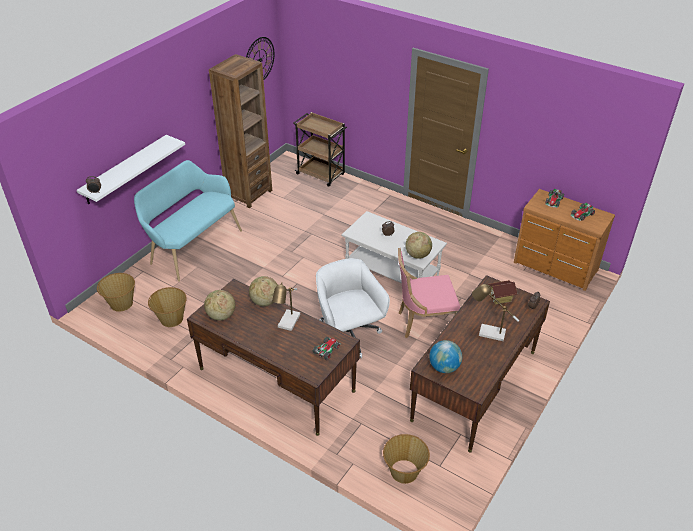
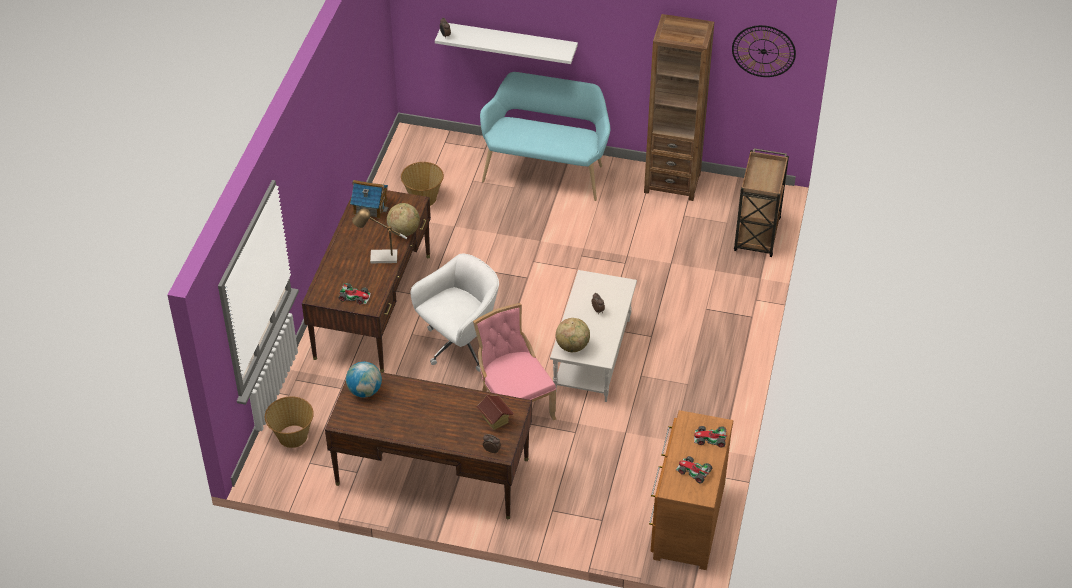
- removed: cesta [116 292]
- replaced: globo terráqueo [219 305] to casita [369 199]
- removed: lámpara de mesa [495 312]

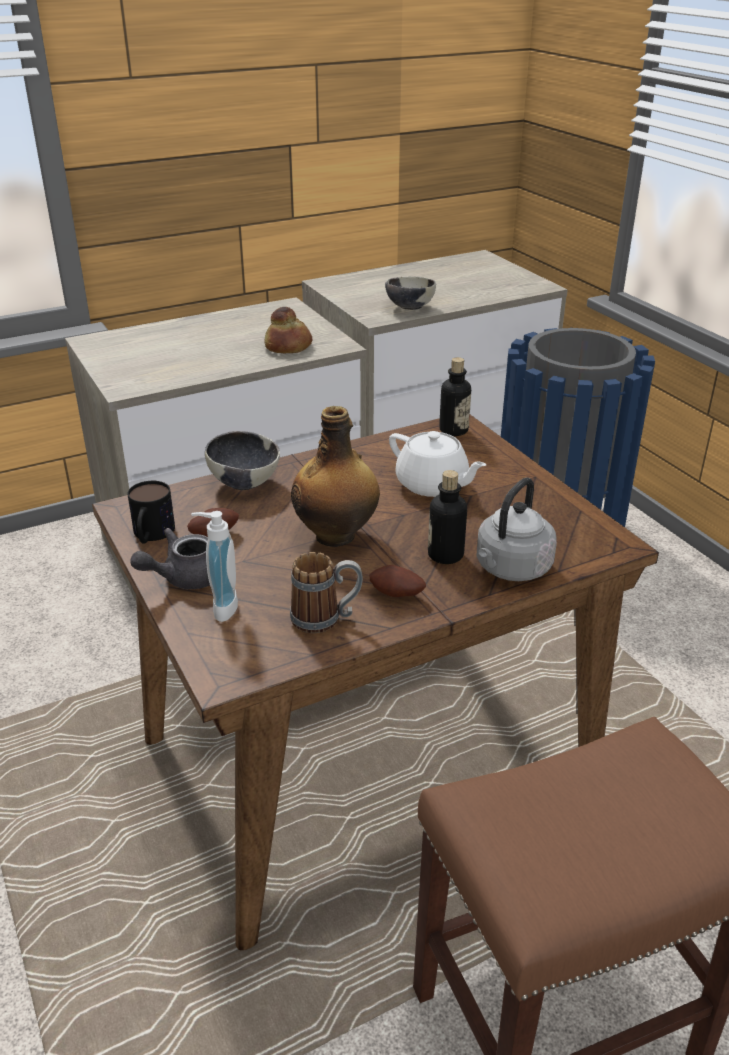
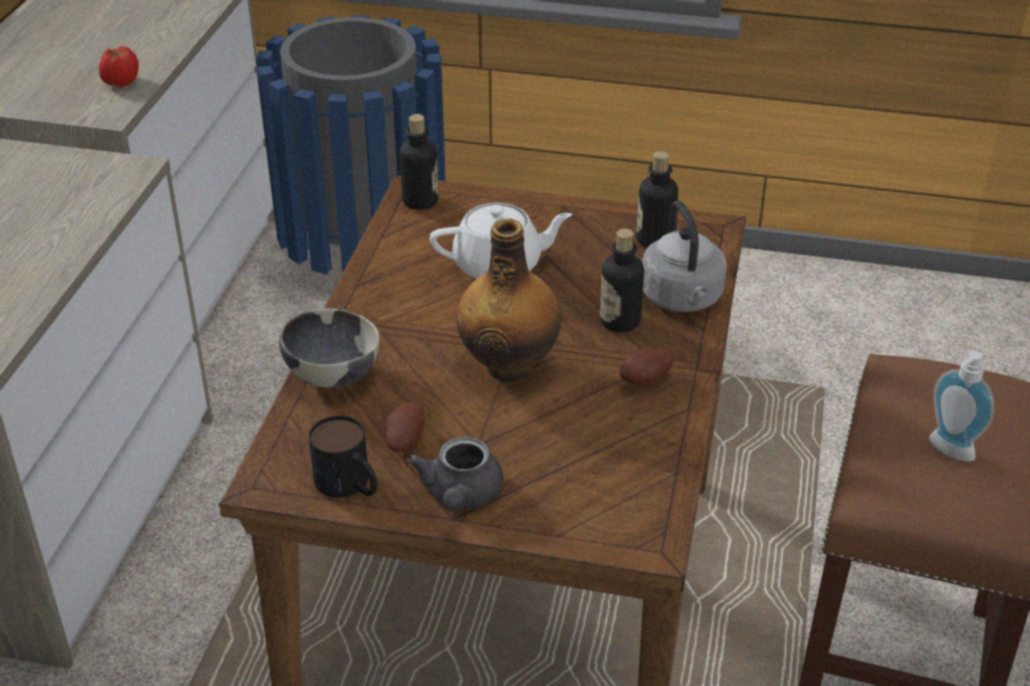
- moved: dispensador de jabón [214 566] to [961 406]
- removed: pan [288 330]
- removed: taza grande [326 592]
- replaced: cuenco [410 293] to tomate [119 66]
- added: botella [657 199]

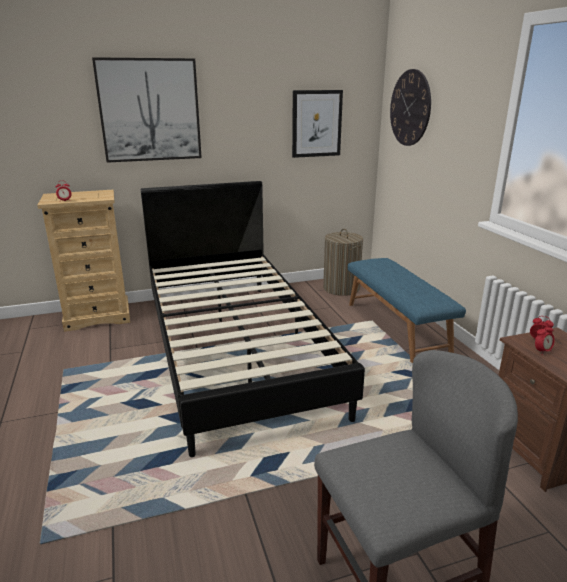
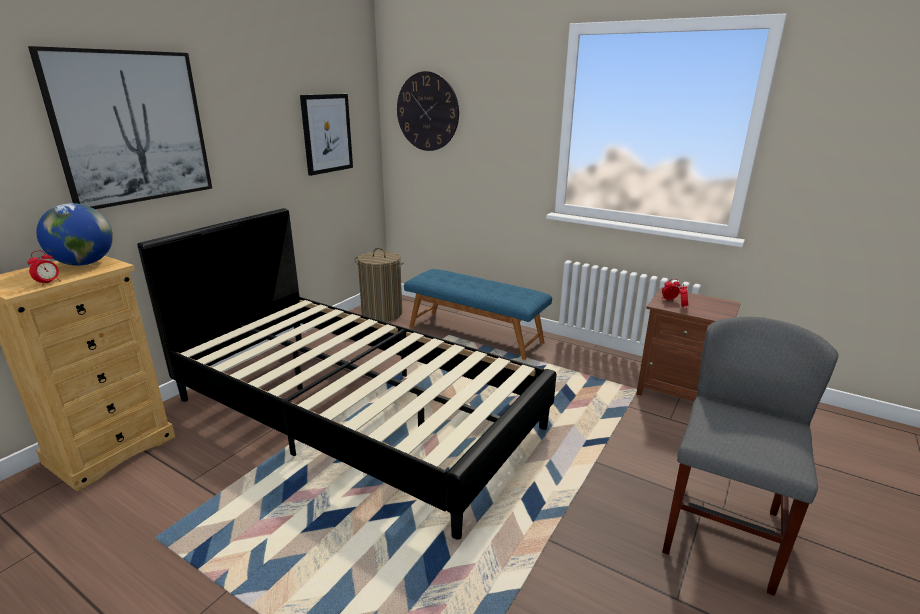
- added: globo terráqueo [74 234]

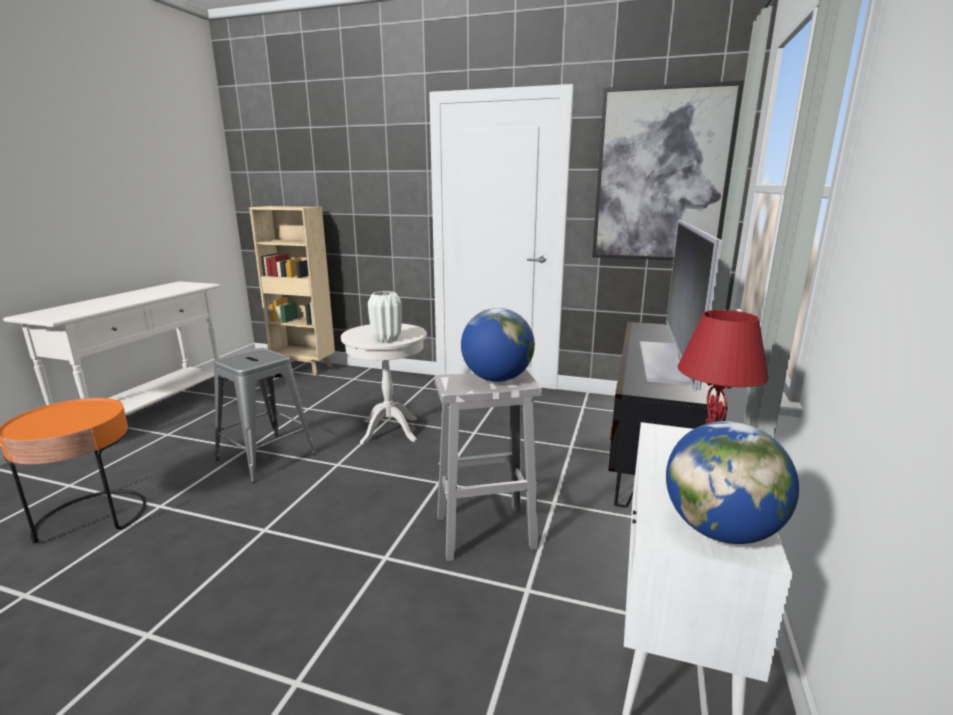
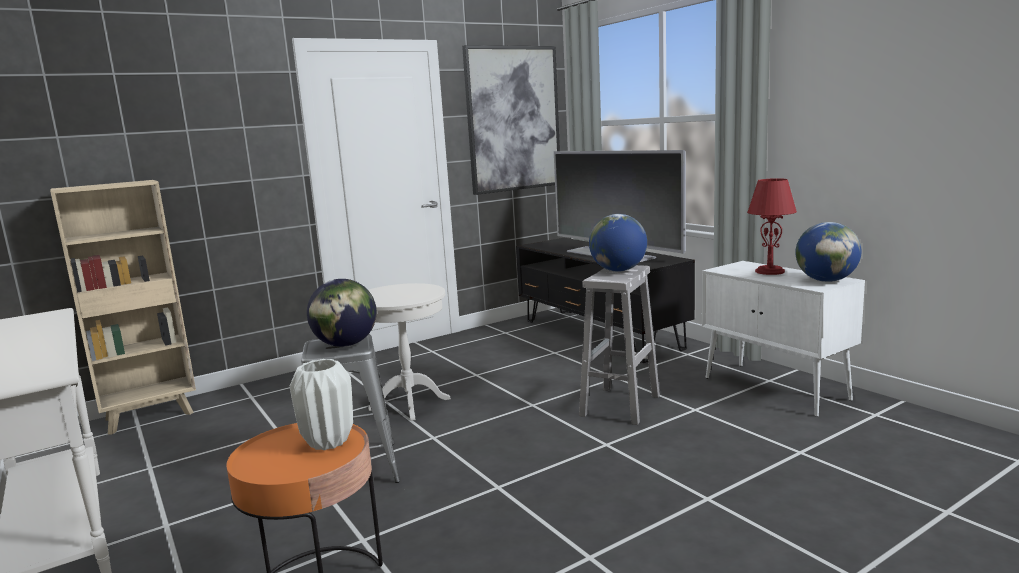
- moved: florero [blanco] [385 317] to [321 404]
- added: globo terráqueo [342 313]

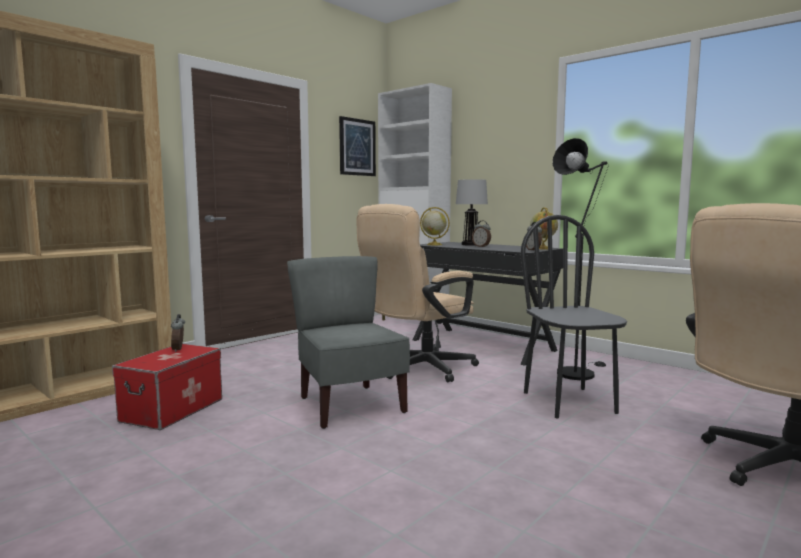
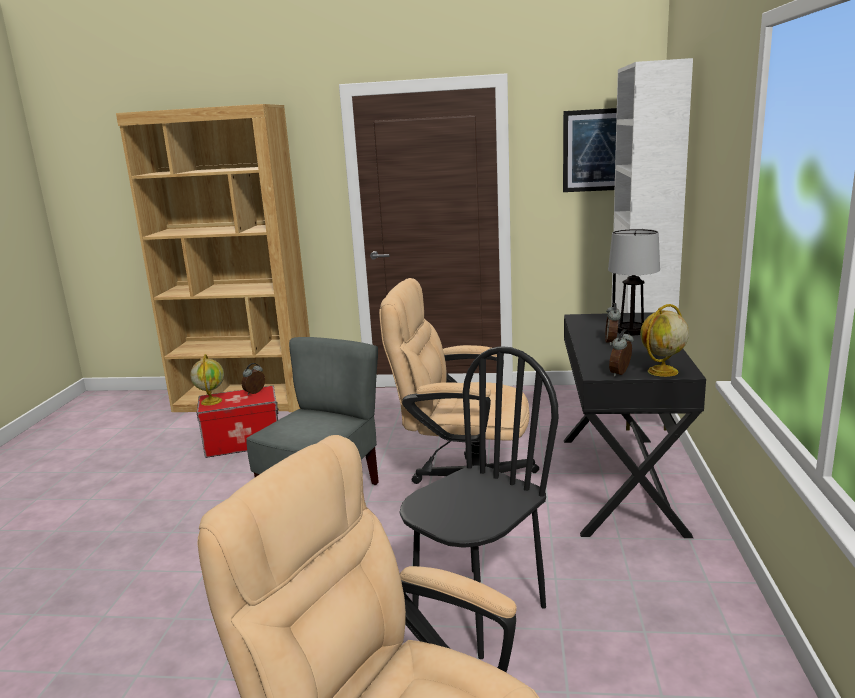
- moved: globo terráqueo [435 226] to [207 380]
- removed: lámpara de pie [negro] [581 259]

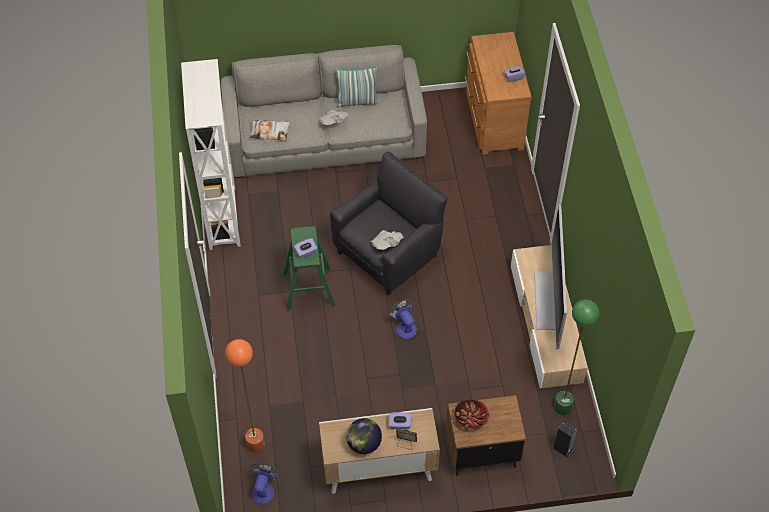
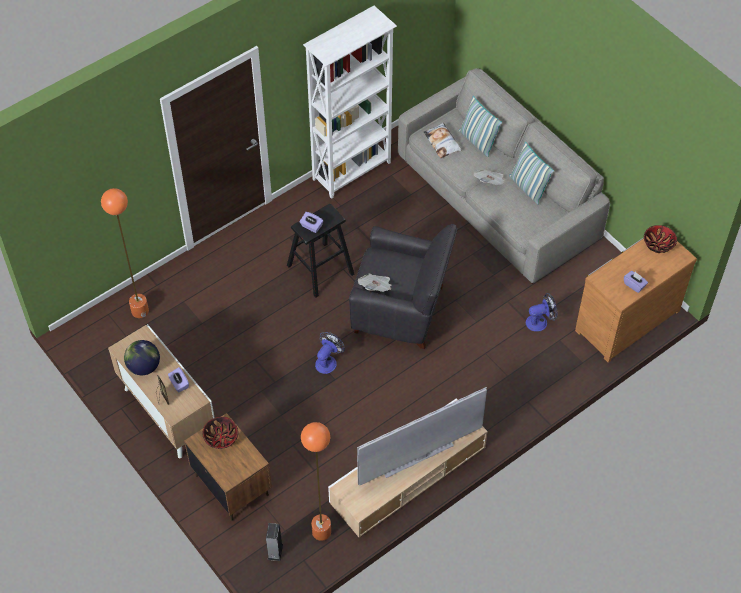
- moved: ventilador [265 483] to [542 312]
- recoloured: taburete [verde] [309 268] to taburete [negro] [320 251]
- recoloured: lámpara de pie [verde] [576 357] to lámpara de pie [naranja] [316 481]
- added: cojín [480 126]
- added: cuenco [660 239]

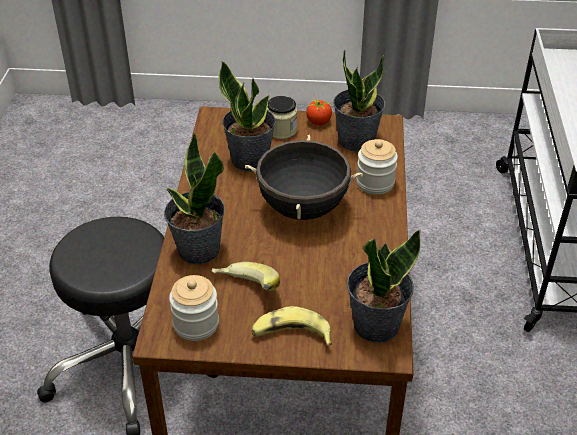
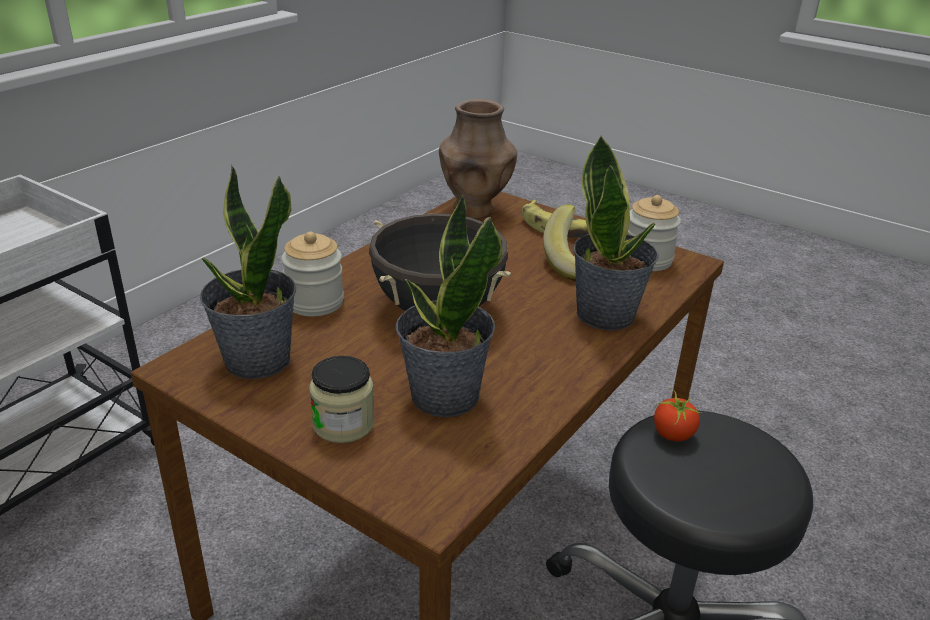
- moved: tomate [319 112] to [678 415]
- replaced: planta en maceta [384 286] to florero [marrón] [478 159]

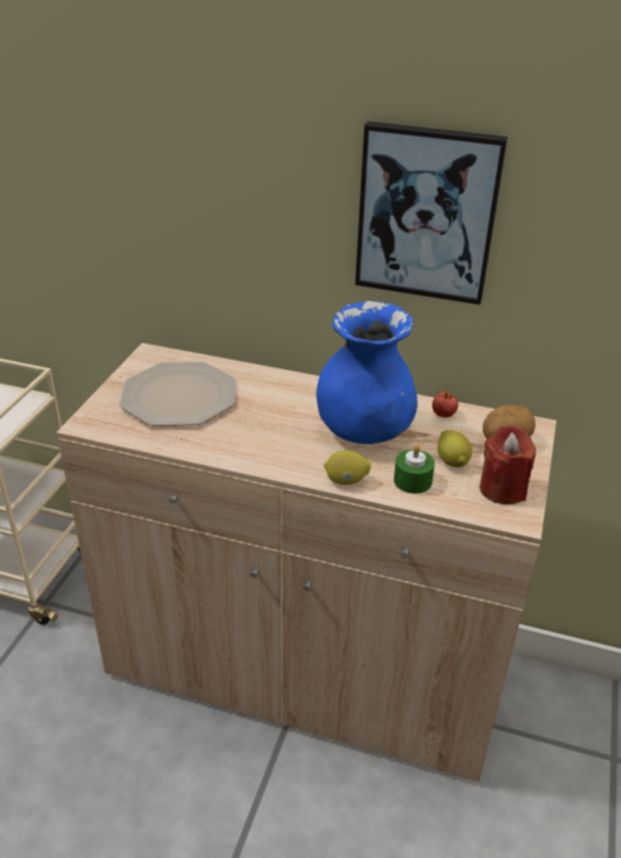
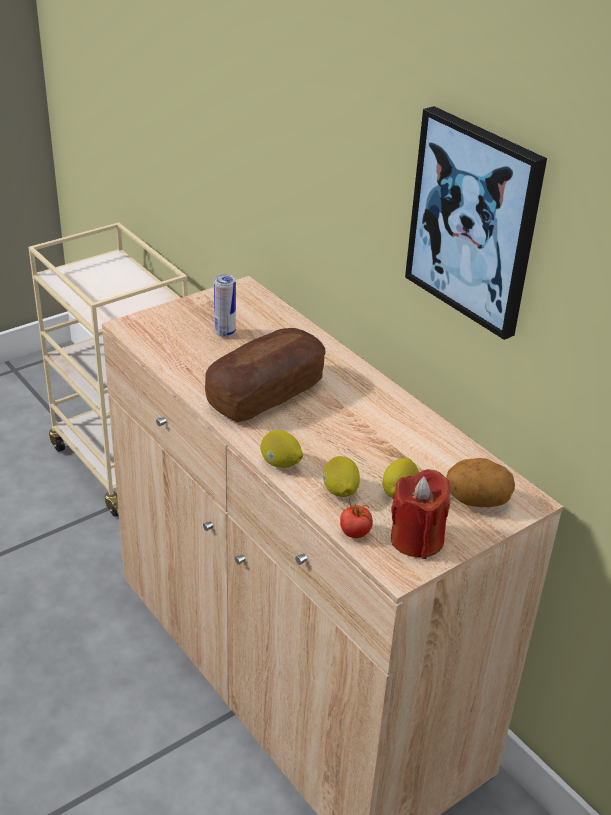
- replaced: plato [178 394] to lata [225 306]
- removed: florero [azul] [367 372]
- replaced: vela [verde] [414 469] to limón [341 476]
- moved: tomate [445 403] to [356 518]
- added: pan [265 375]

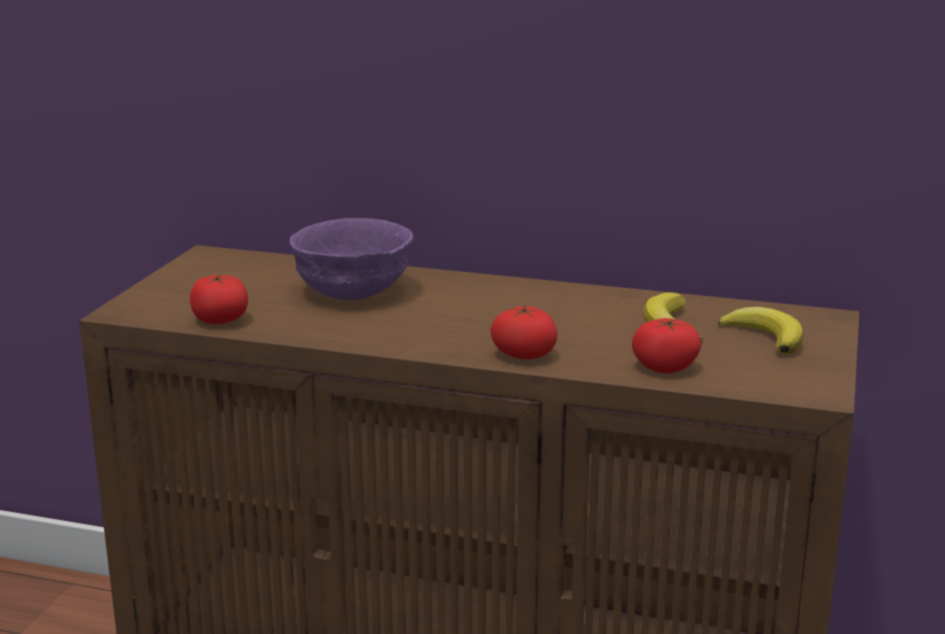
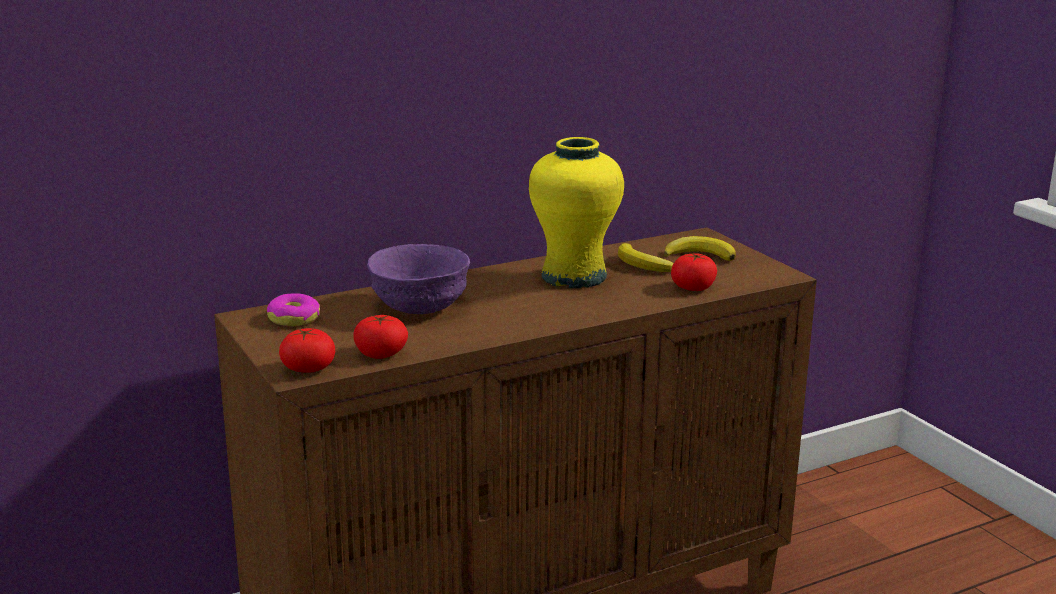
- moved: tomate [523 332] to [307 350]
- added: rosquilla [293 309]
- added: florero [amarillo] [576 212]

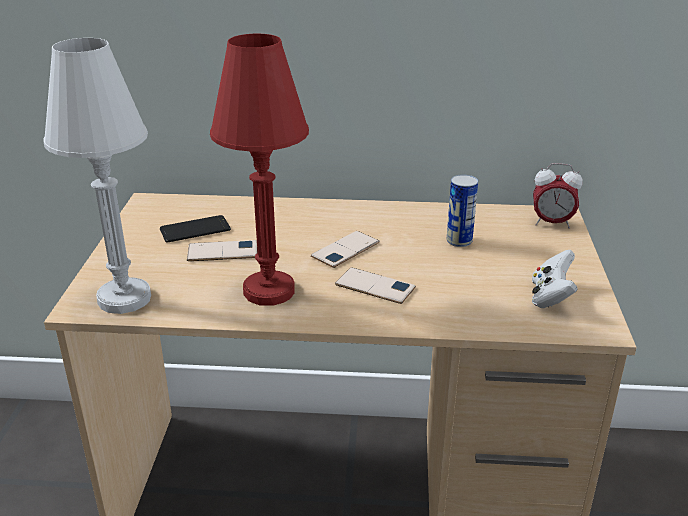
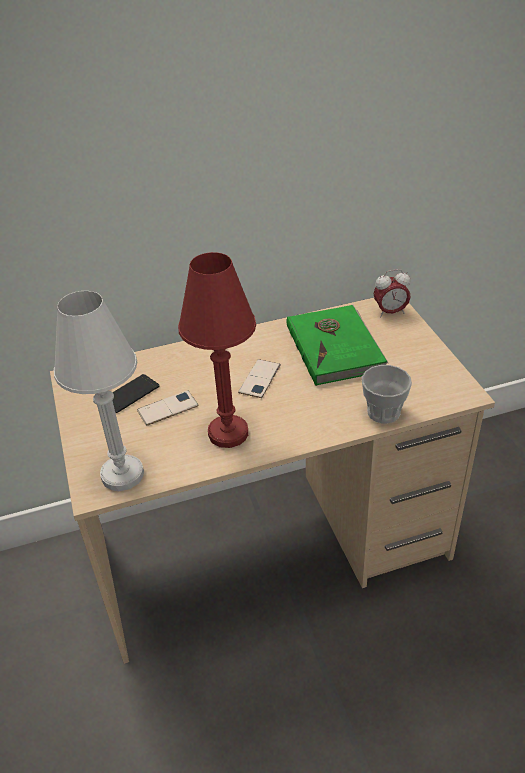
- removed: móvil [375 285]
- replaced: lata [462 211] to libro [verde] [337 345]
- removed: mando de consola [blanco] [555 279]
- added: taza [387 394]

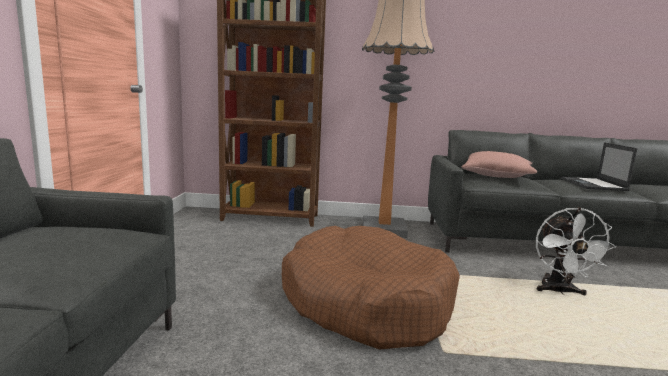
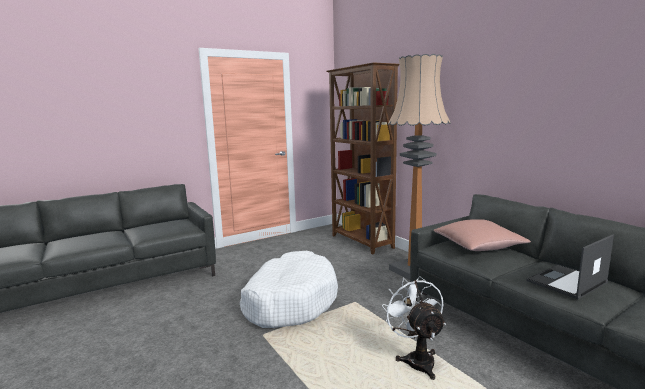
- recoloured: cama para perro [marrón] [371 288] to cama para perro [blanco] [289 289]
- turned: ventilador [blanco] [576 251] = [414 328] 105 degrees clockwise

